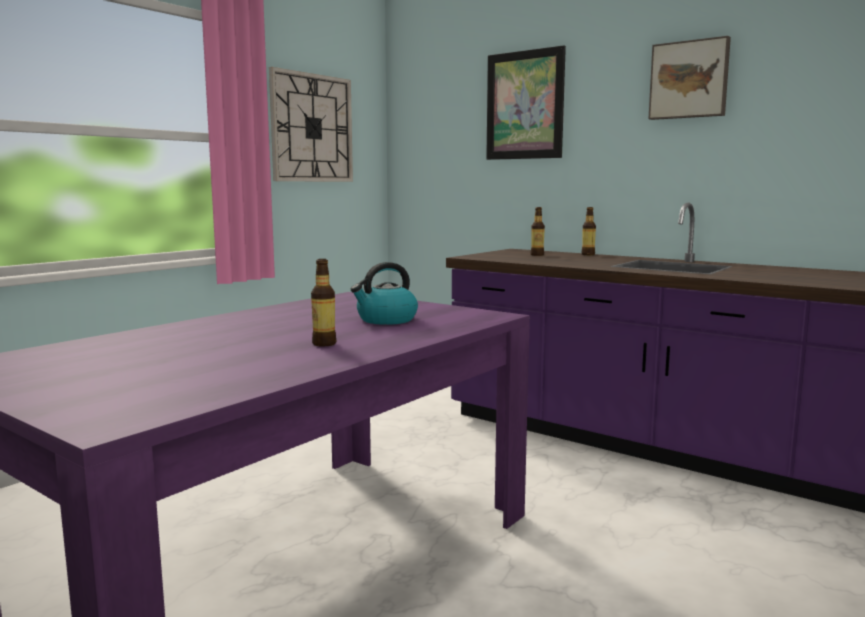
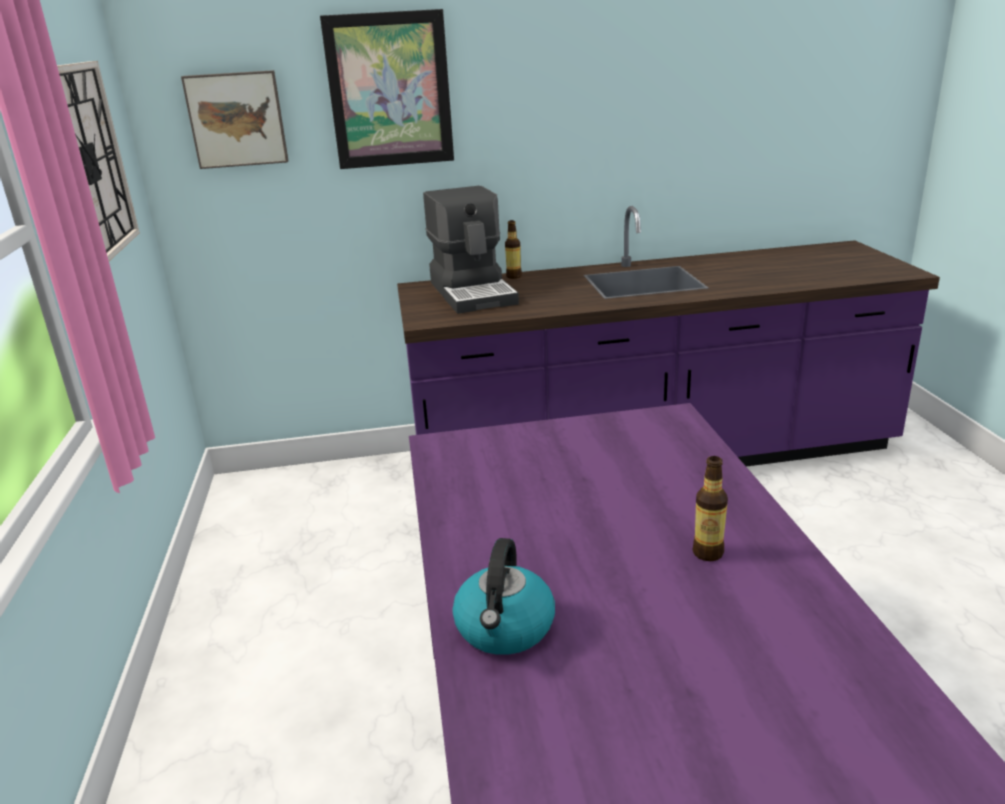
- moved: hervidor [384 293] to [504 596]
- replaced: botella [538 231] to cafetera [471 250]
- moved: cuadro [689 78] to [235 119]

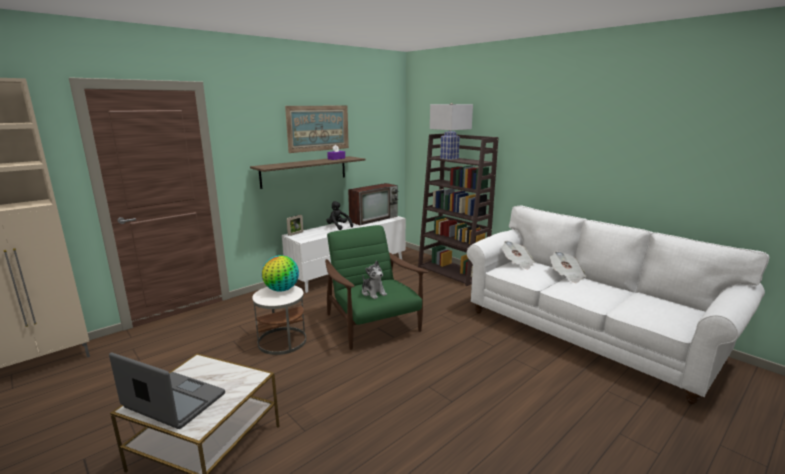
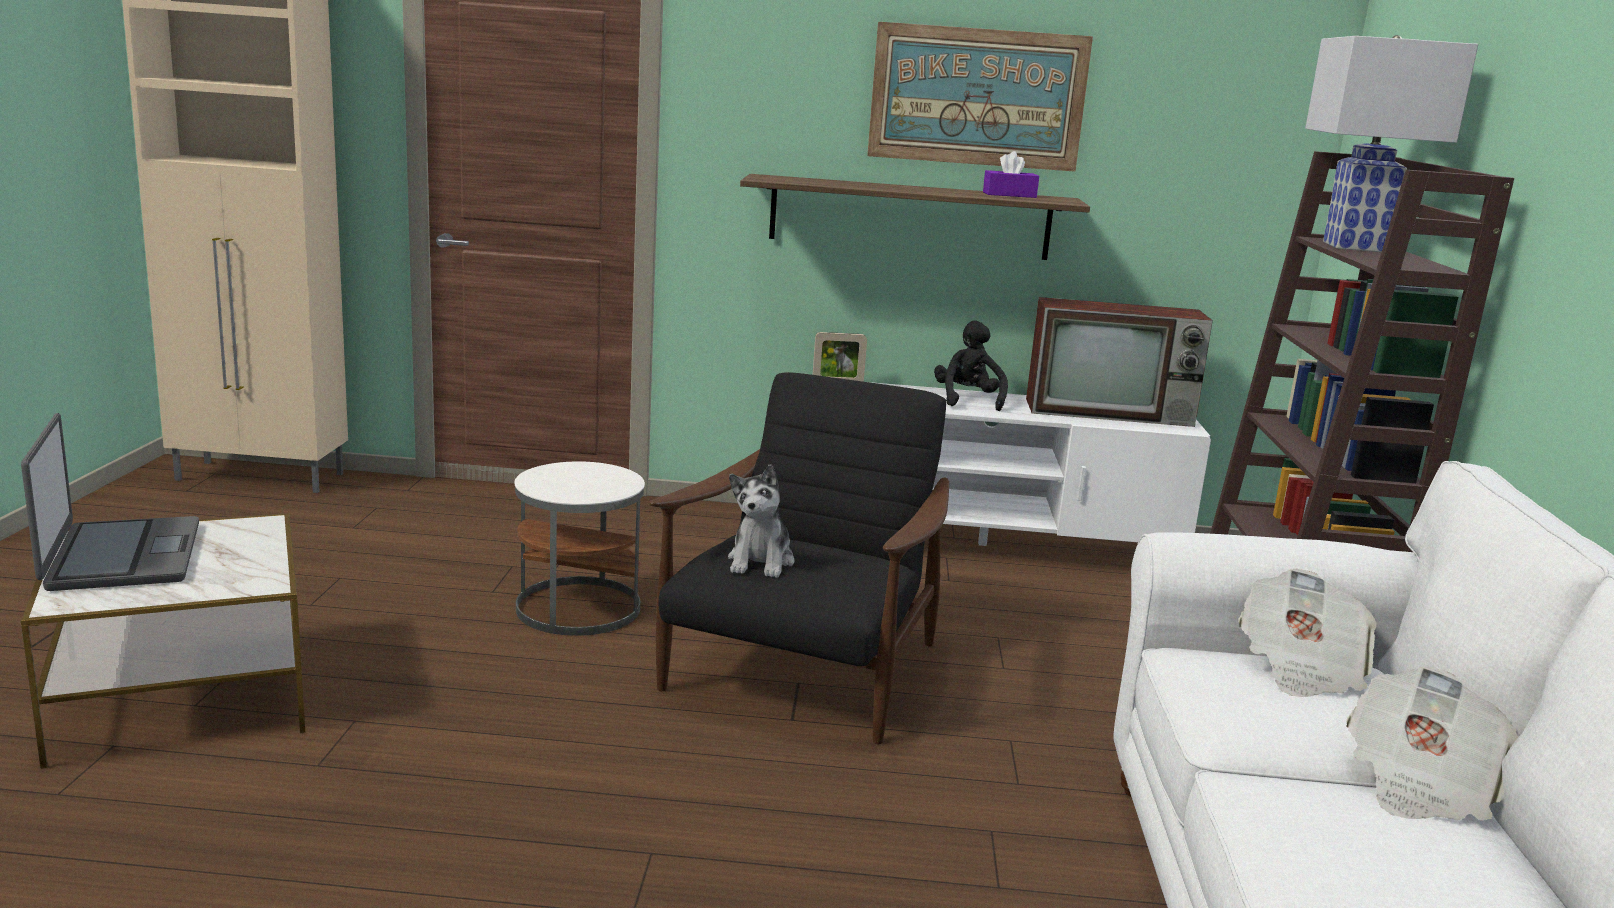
- removed: globo terráqueo [280 273]
- recoloured: sillón [verde] [376 287] to sillón [negro] [799 558]

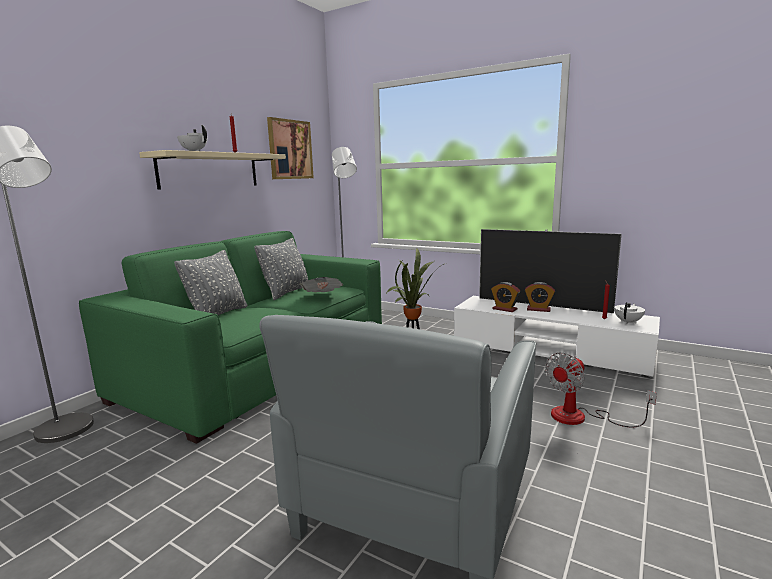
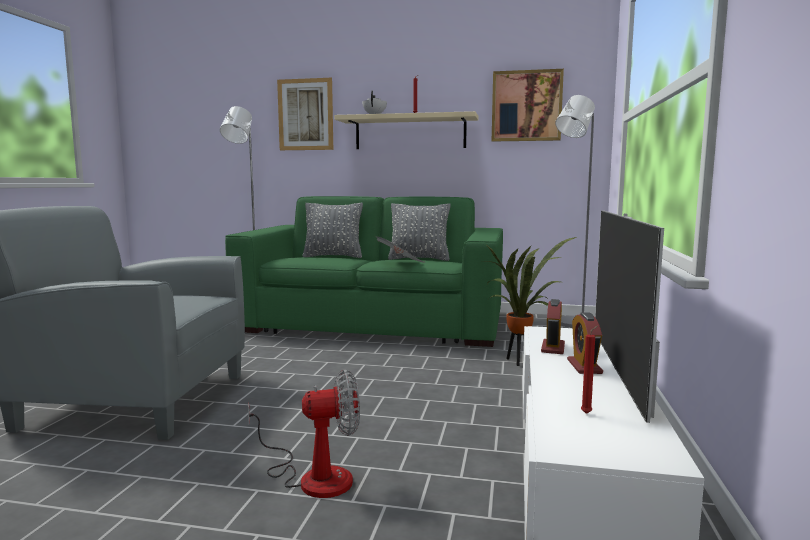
- turned: ventilador [601 390] = [304 433] 135 degrees clockwise
- removed: tetera [blanco] [629 313]
- added: cuadro [305 114]

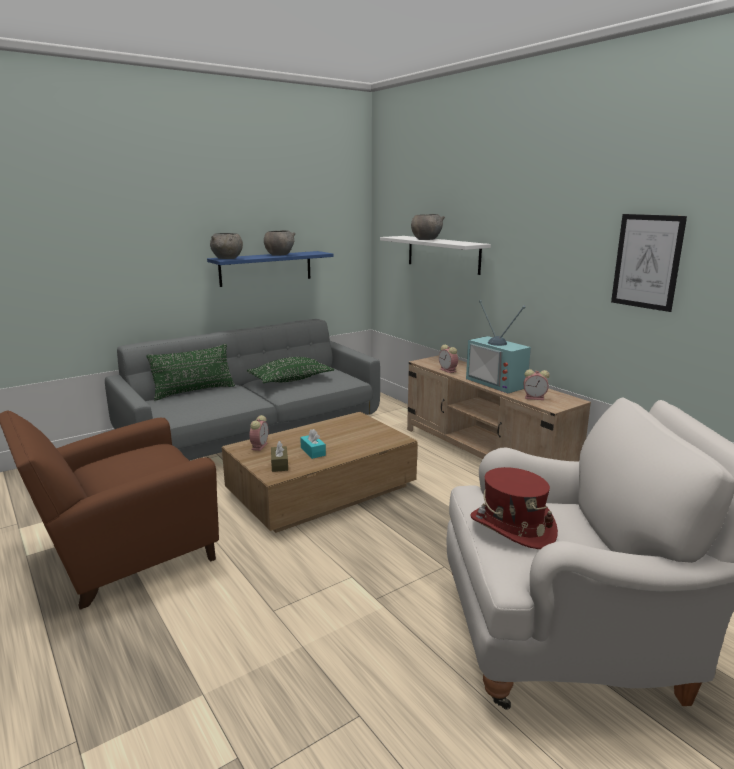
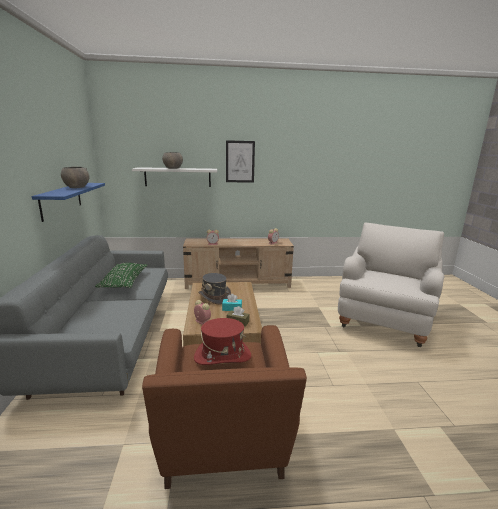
- removed: cojín [verde] [190 372]
- removed: cuenco [gris] [226 246]
- removed: televisor [498 346]
- moved: sombrero [rojo] [514 508] to [222 341]
- moved: cuadro [649 263] to [240 161]
- added: sombrero [gris] [214 289]

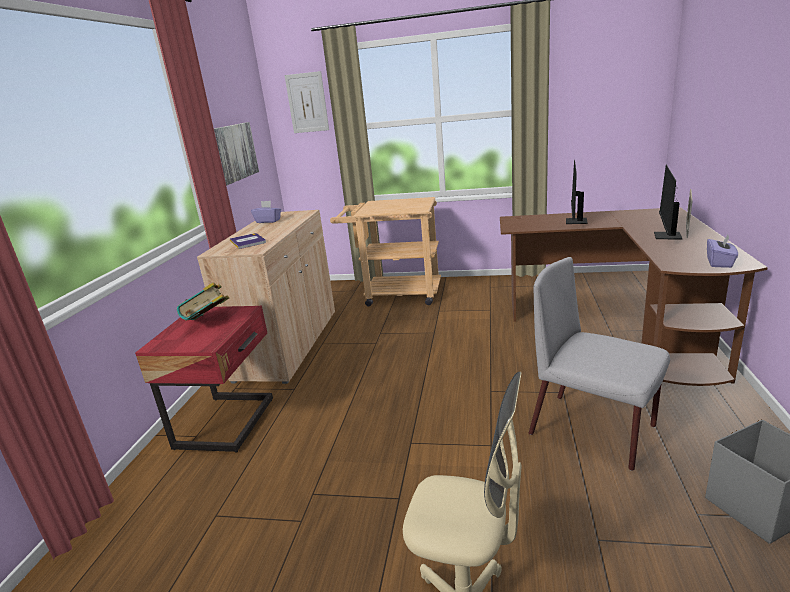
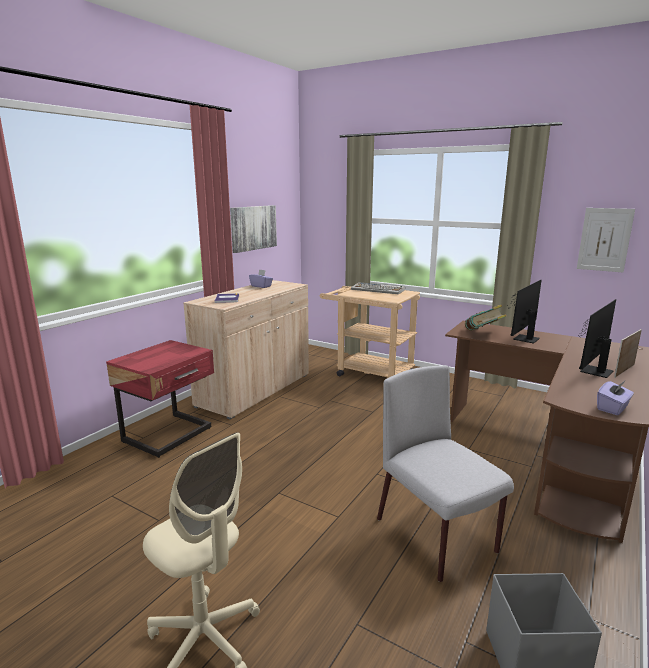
- moved: libro [203 301] to [485 318]
- moved: cuadro [306 102] to [606 240]
- added: teclado [378 288]

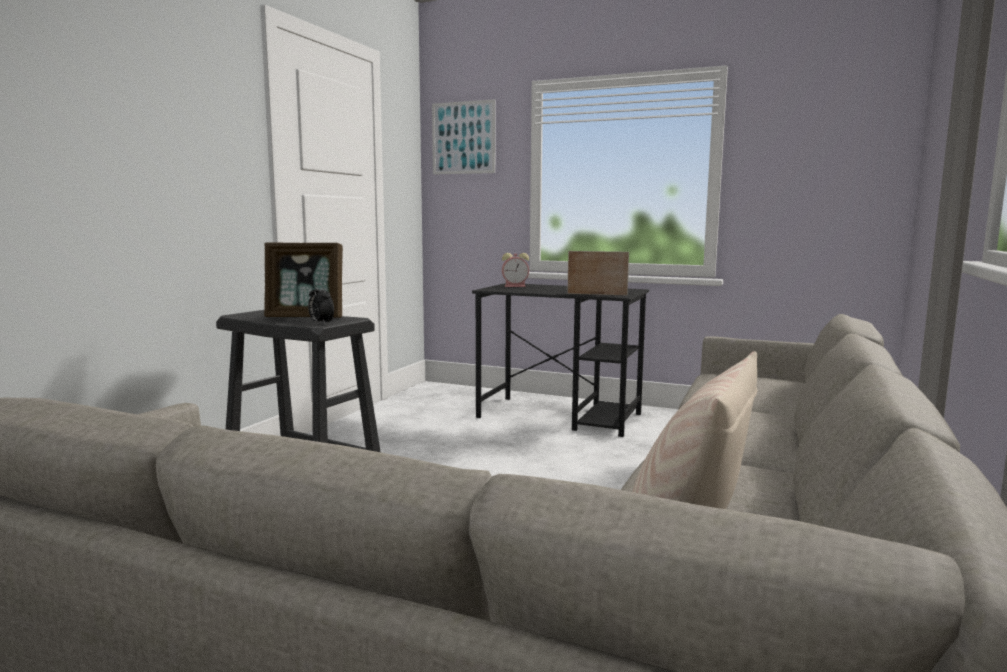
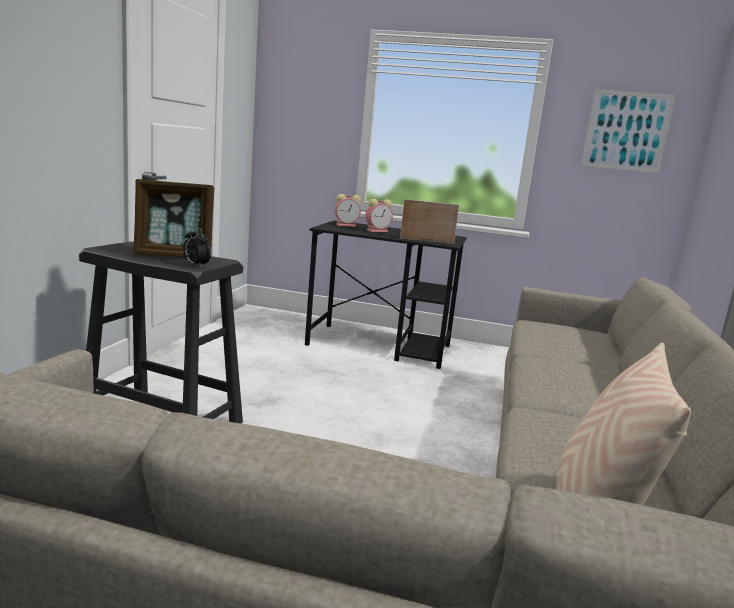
- moved: cuadro [464 137] to [628 131]
- added: despertador [379 215]

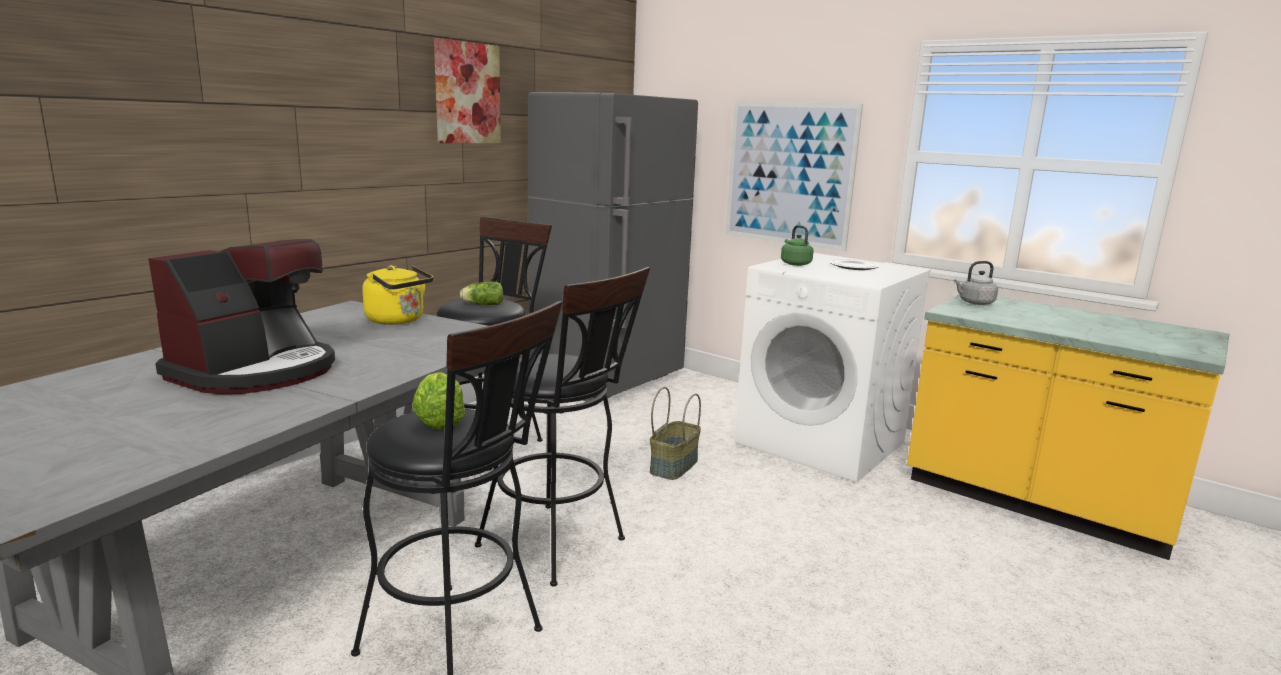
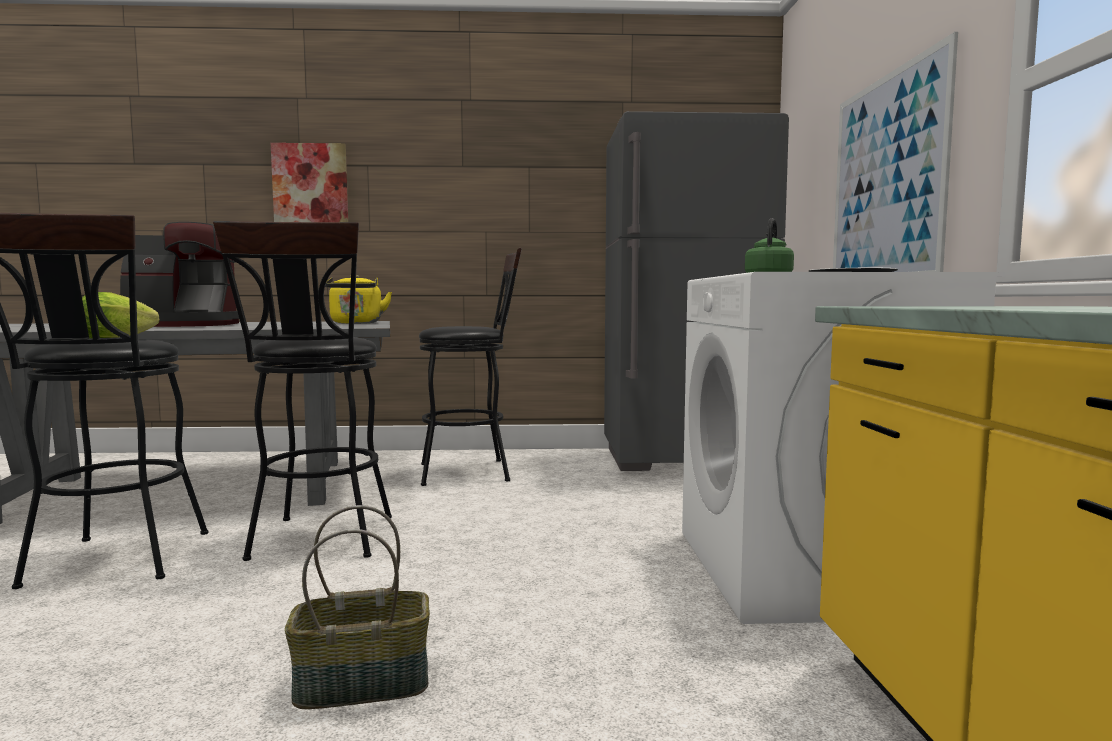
- moved: cuadro [467 90] to [309 182]
- removed: lechuga [481 293]
- moved: cesta [675 433] to [357 607]
- removed: hervidor [gris] [976 283]

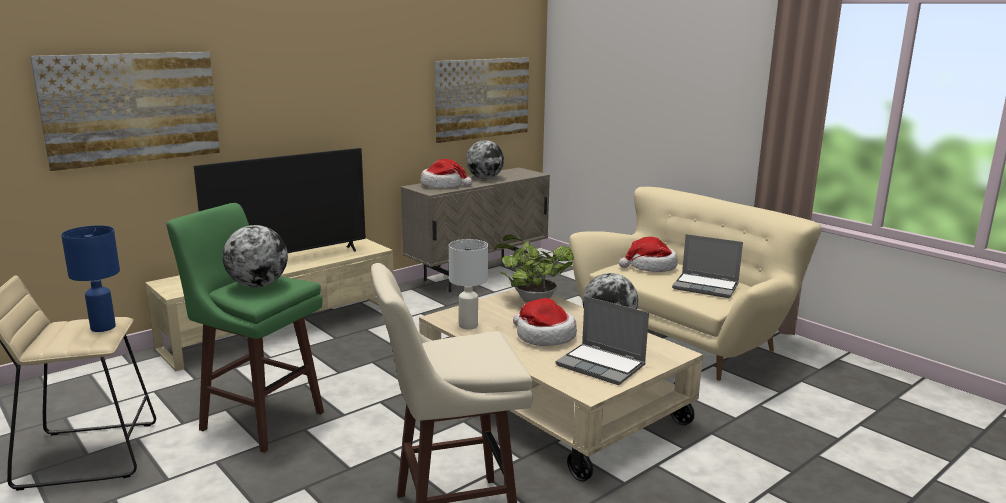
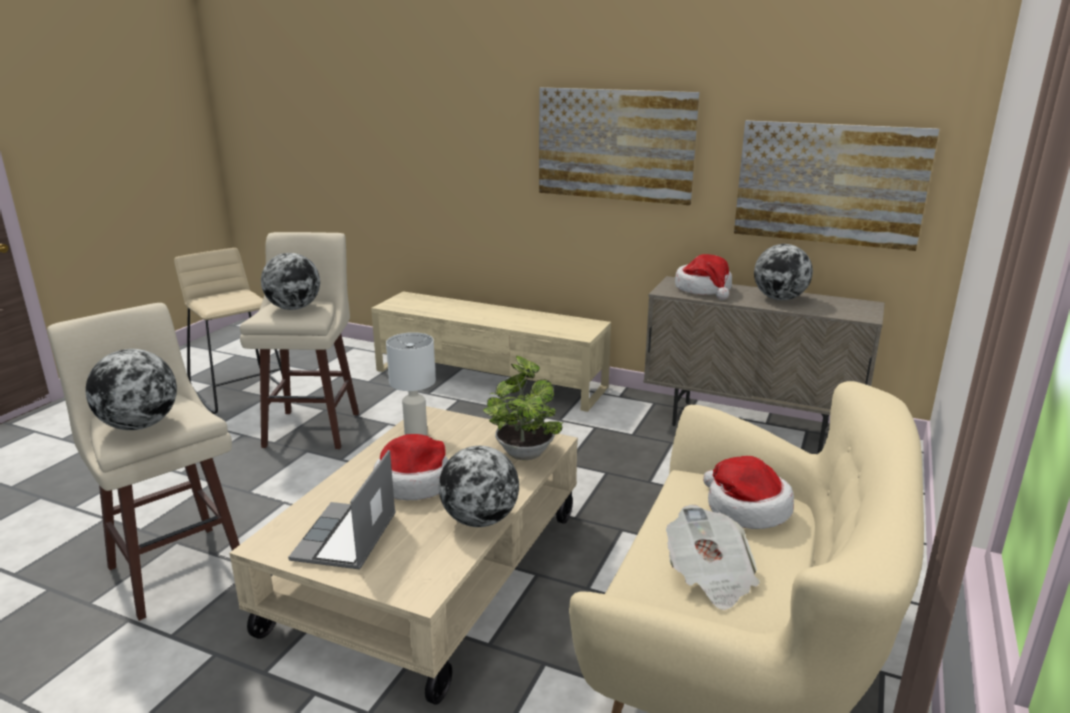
- moved: cuadro [125 111] to [619 146]
- removed: lámpara de mesa [azul] [90 278]
- recoloured: taburete [verde] [245 328] to taburete [beis] [299 340]
- removed: televisor [280 200]
- replaced: portátil [707 266] to periódico [713 557]
- added: globo terráqueo [131 389]

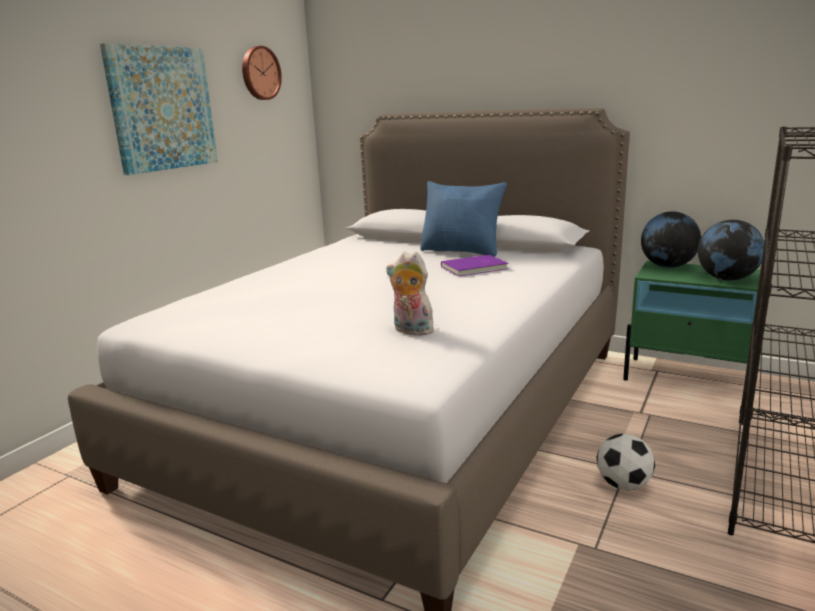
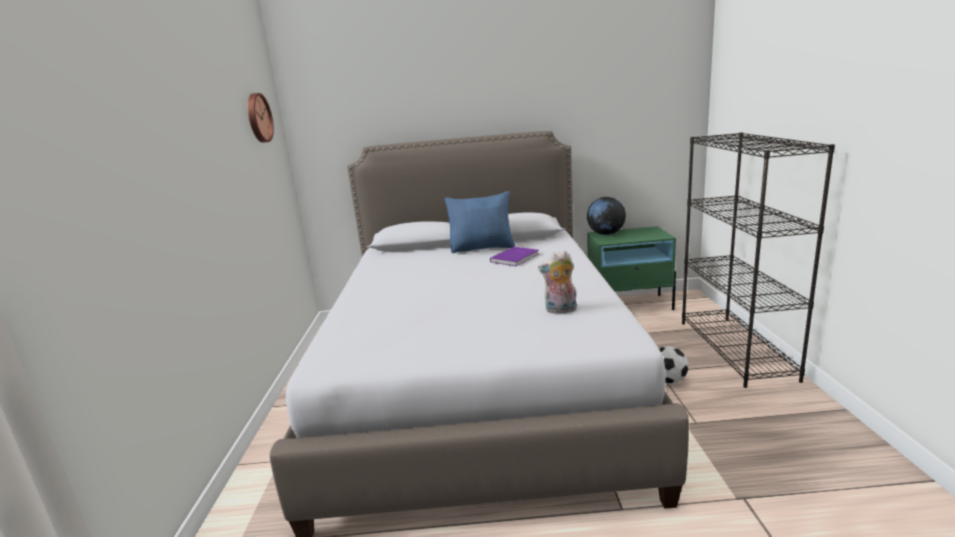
- removed: cuadro [159 109]
- removed: globo terráqueo [731 250]

